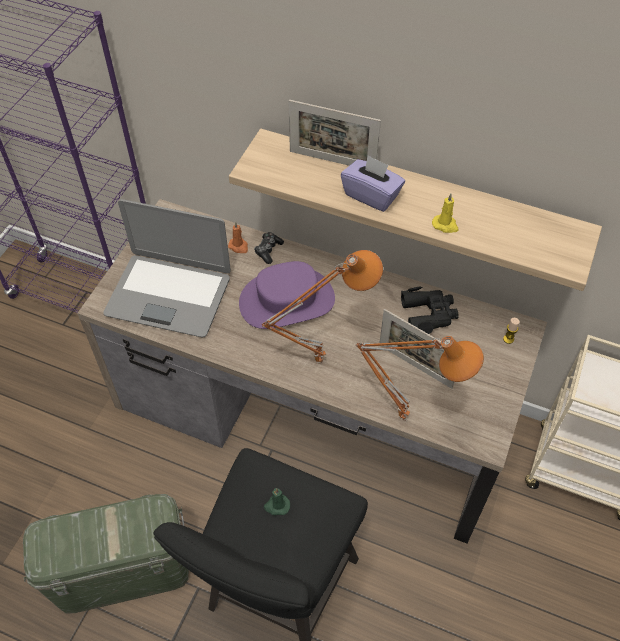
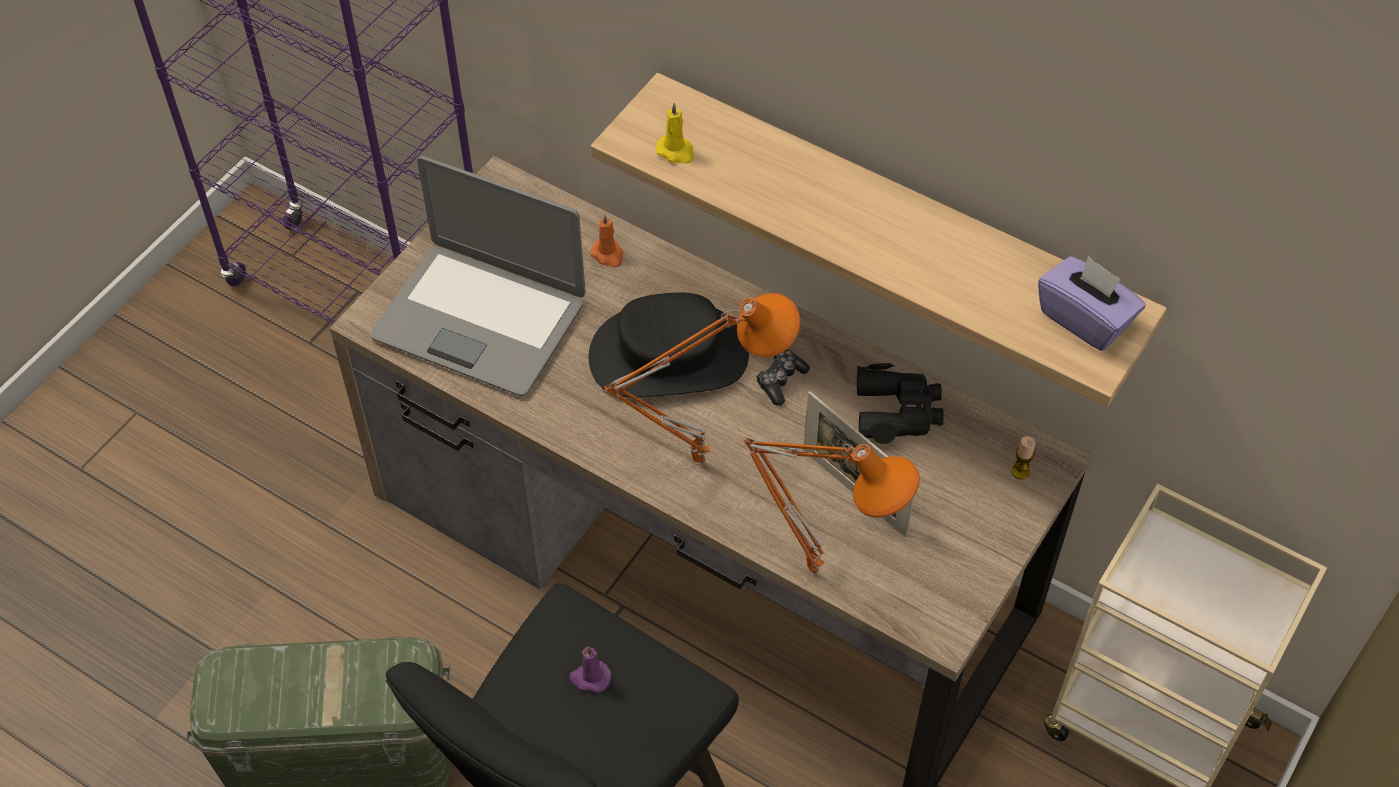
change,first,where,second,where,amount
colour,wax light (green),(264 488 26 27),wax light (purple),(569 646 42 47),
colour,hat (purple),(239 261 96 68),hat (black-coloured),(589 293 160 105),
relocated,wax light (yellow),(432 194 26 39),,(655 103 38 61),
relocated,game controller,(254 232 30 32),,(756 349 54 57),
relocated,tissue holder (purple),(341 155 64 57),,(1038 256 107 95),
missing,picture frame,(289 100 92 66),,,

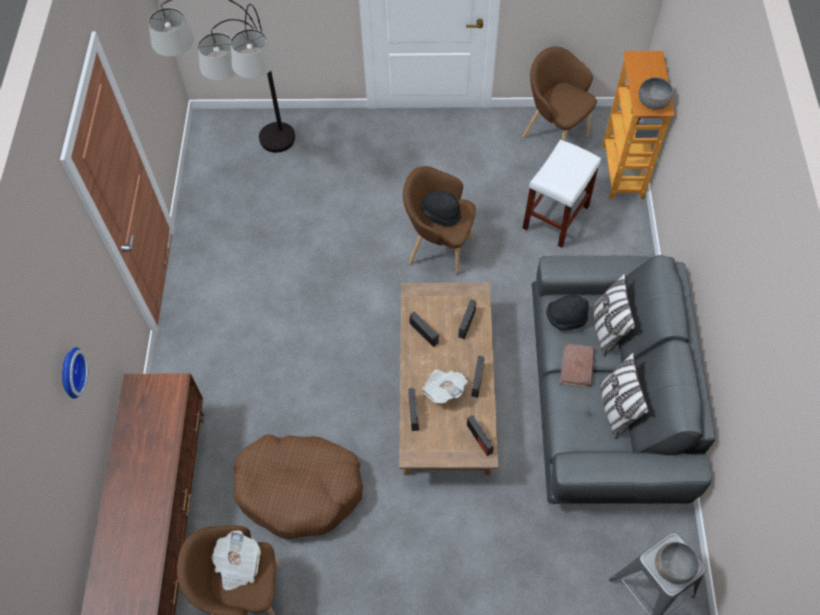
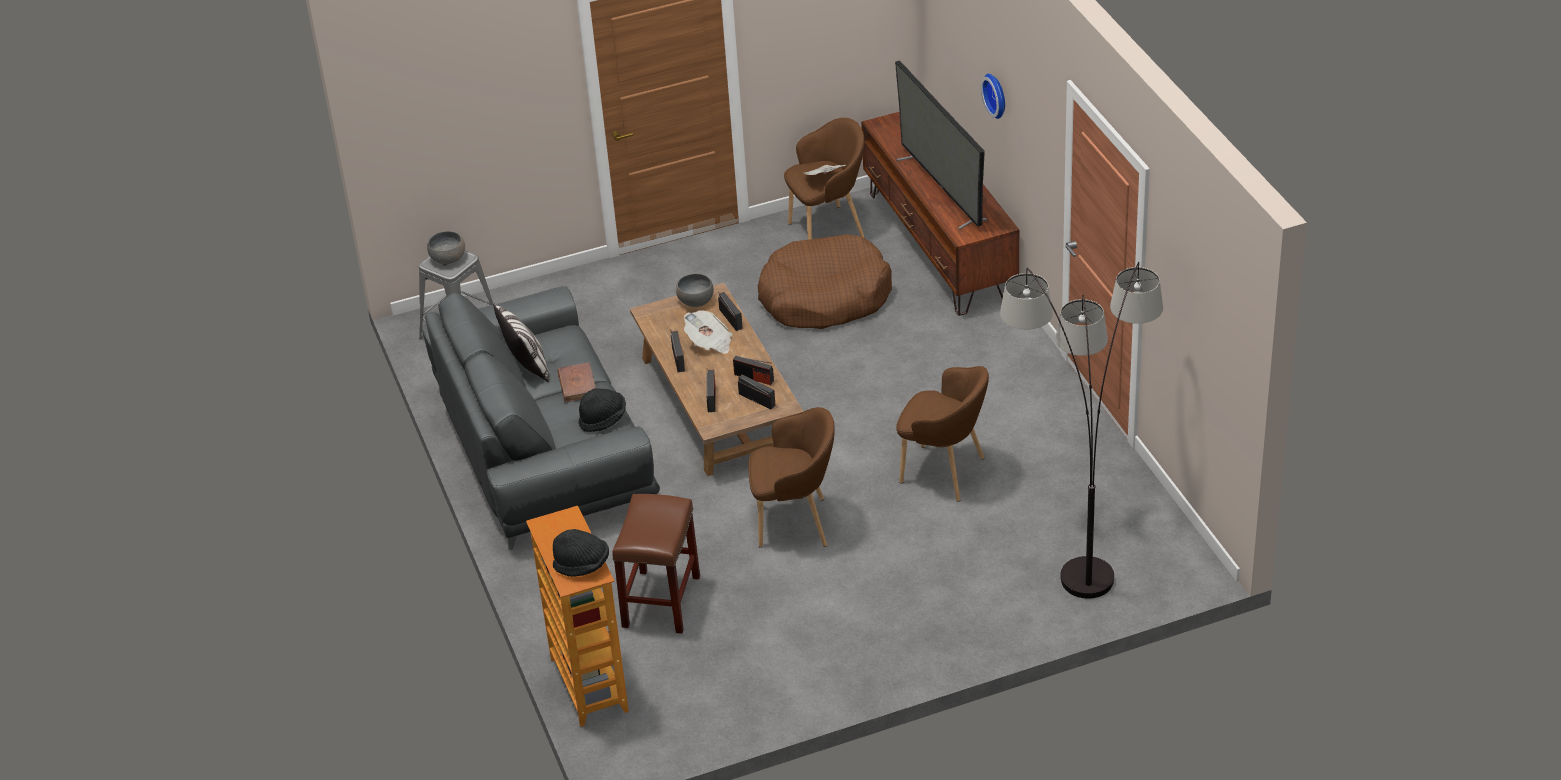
change,first,where,second,where,amount
relocated,hat (black-coloured),(421 192 40 34),,(553 529 56 48),
colour,stool seat (white-coloured),(522 140 79 108),stool seat (brownish),(612 494 88 140),
relocated,serving bowl (grey),(639 77 34 33),,(676 273 38 34),
relocated,radio set,(467 415 27 41),,(738 375 37 35),
appeared,,,TV,(895 61 93 169),
relocated,armchair (brownish),(522 46 75 95),,(896 366 93 136),
missing,cushion,(593 273 42 83),,,

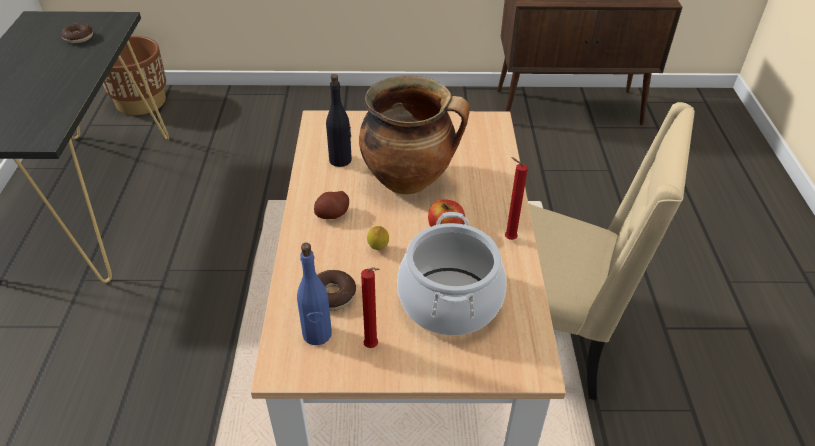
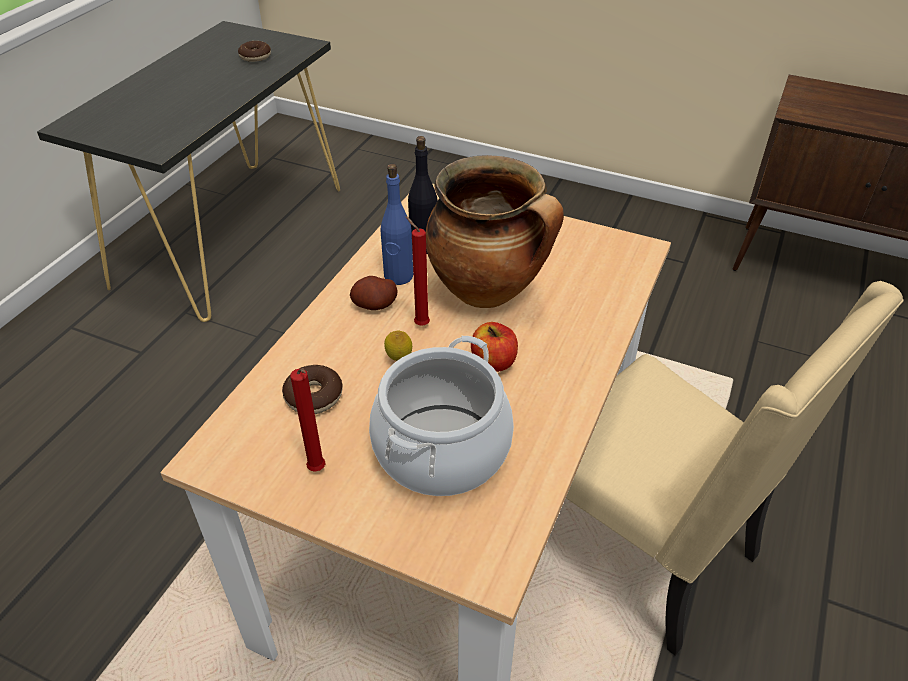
change,first,where,second,where,amount
relocated,bottle (bluish),(297 243 35 102),,(381 164 32 121),
relocated,wax light (red),(505 157 23 83),,(406 216 24 110),
missing,flower pot (brownish),(103 36 63 79),,,

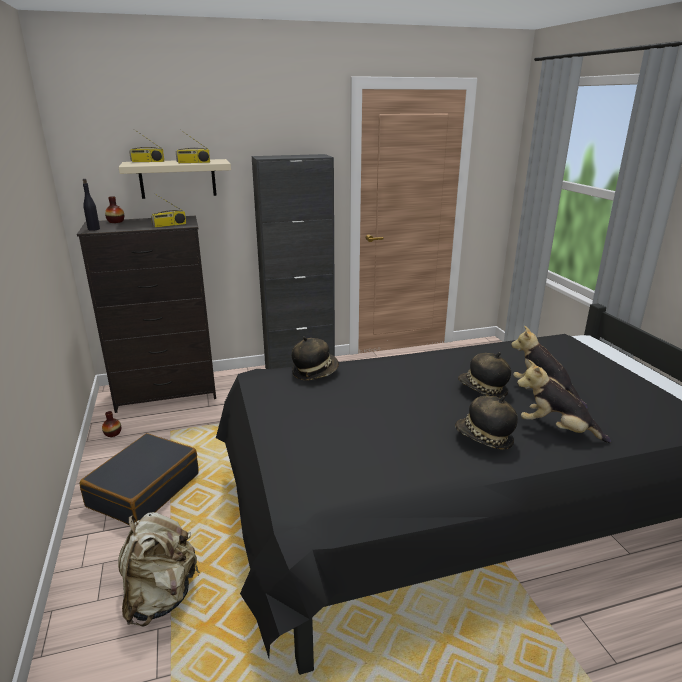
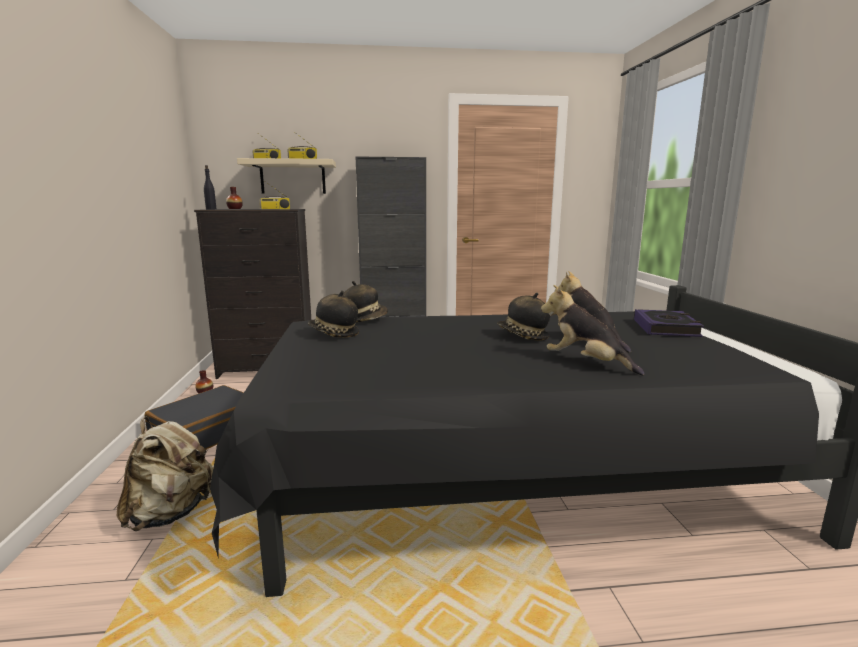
change,first,where,second,where,amount
relocated,hat,(455 396 63 54),,(308 291 51 47),
appeared,,,book,(634 309 70 28),

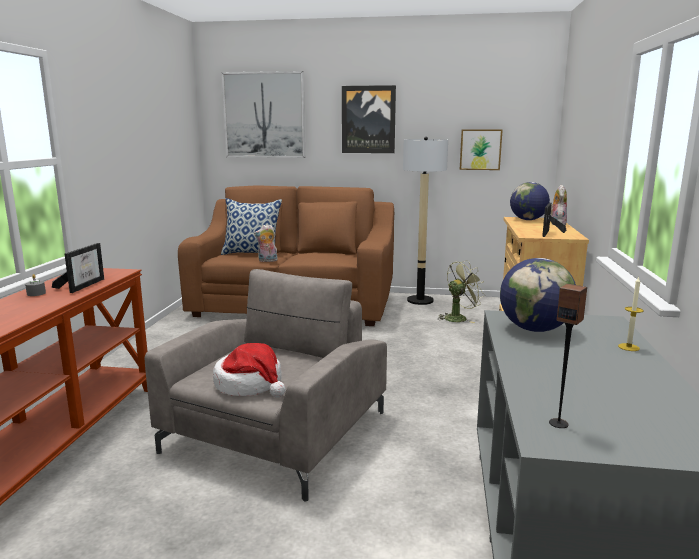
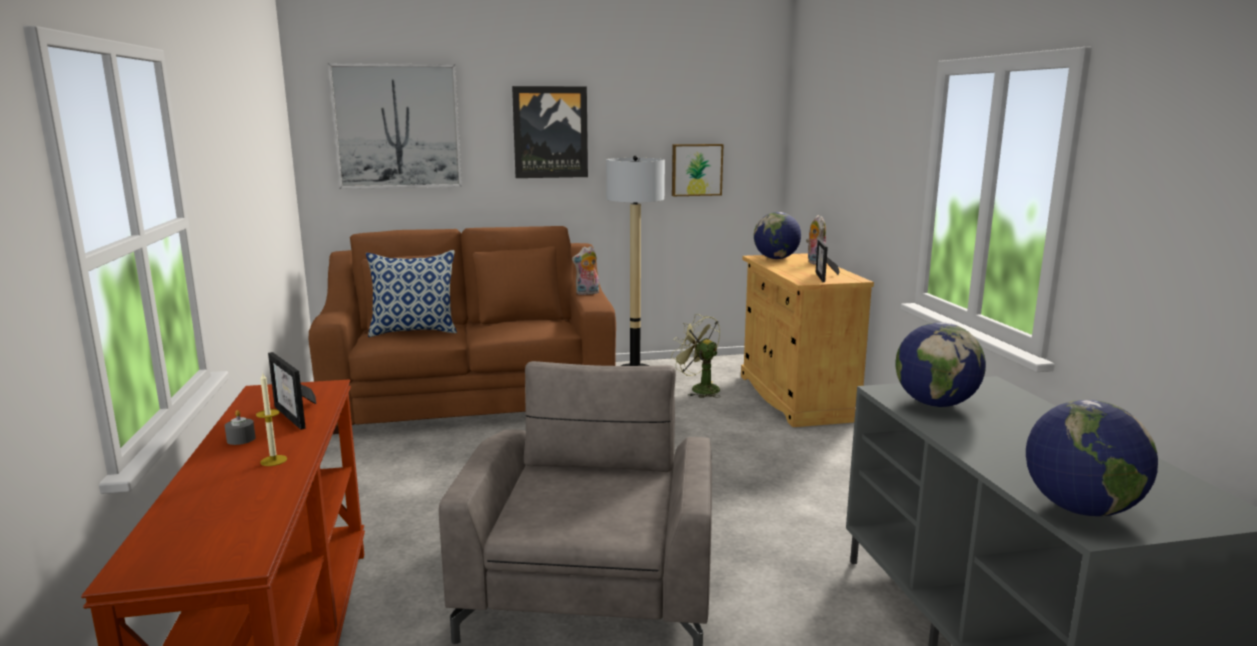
change,first,where,second,where,amount
relocated,wax light,(618 277 26 74),,(256 372 31 94),
spun,picture frame,(52 243 52 50),,(268 352 48 78),150 degrees clockwise
relocated,plush toy,(254 225 24 37),,(572 246 27 49),
spun,cooling fan (green),(437 260 49 63),,(671 314 50 84),90 degrees counterclockwise
exchanged,audio speaker,(549 284 38 144),world globe,(1026 400 132 116),
missing,hat,(213 343 73 55),,,

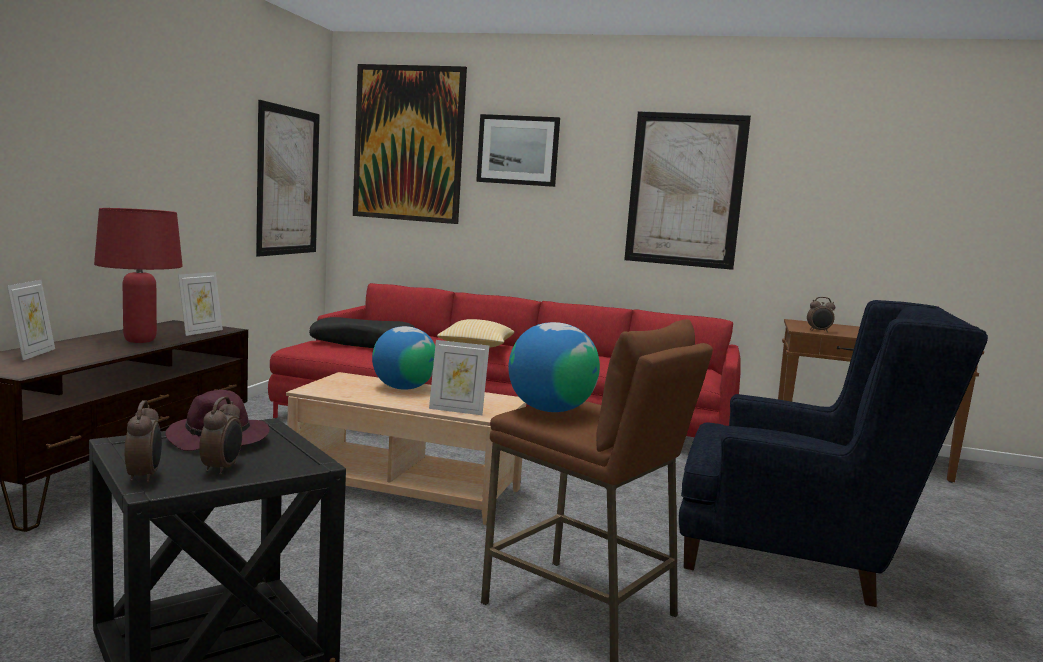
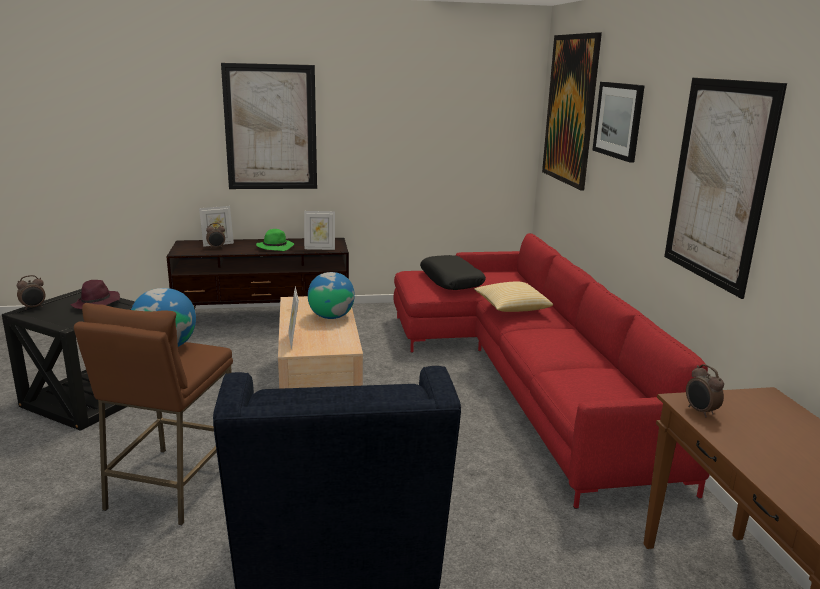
change,first,where,second,where,amount
relocated,alarm clock,(199 397 43 78),,(206 223 19 26),
relocated,wall picture,(256 100 64 157),,(221 63 96 126),
exchanged,table lamp (red),(94 208 89 135),hat (green),(256 229 38 22),

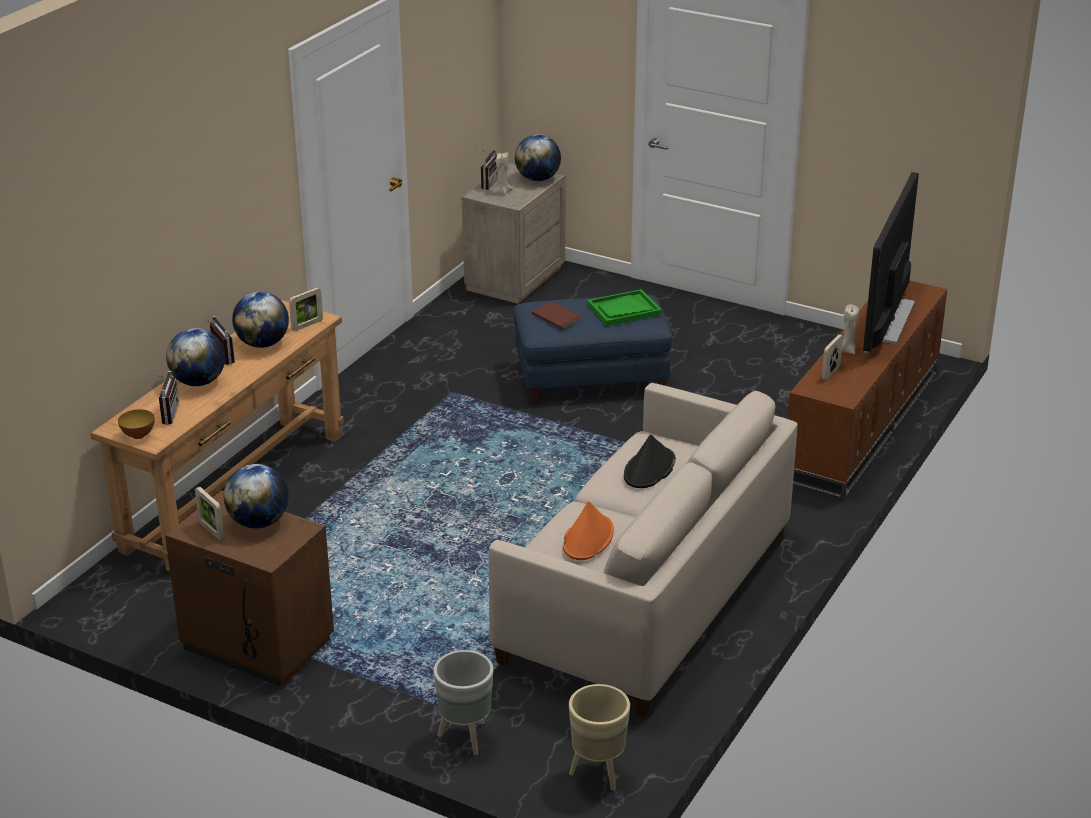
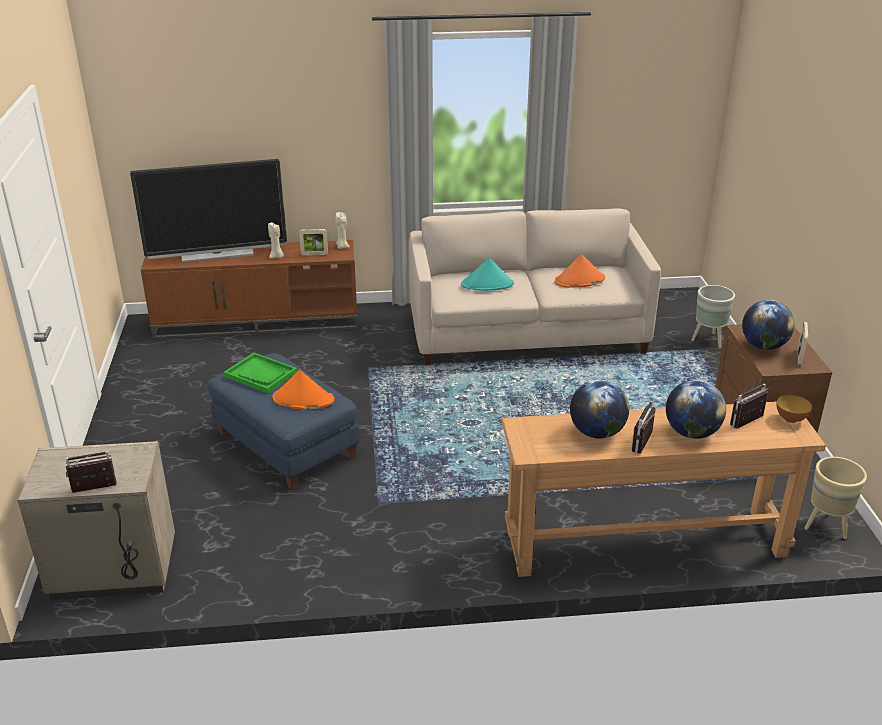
change,first,where,second,where,amount
exchanged,book (brownish),(532 302 50 28),hat (orange),(272 370 62 40),
relocated,wax light (beige-coloured),(493 152 20 43),,(335 212 15 37),
colour,hat (black-coloured),(624 434 52 54),hat (turquoise),(461 257 53 34),
relocated,flower pot (beige-coloured),(569 684 61 107),,(805 457 62 82),
missing,picture frame,(289 287 34 44),,,
missing,world globe,(515 134 46 47),,,

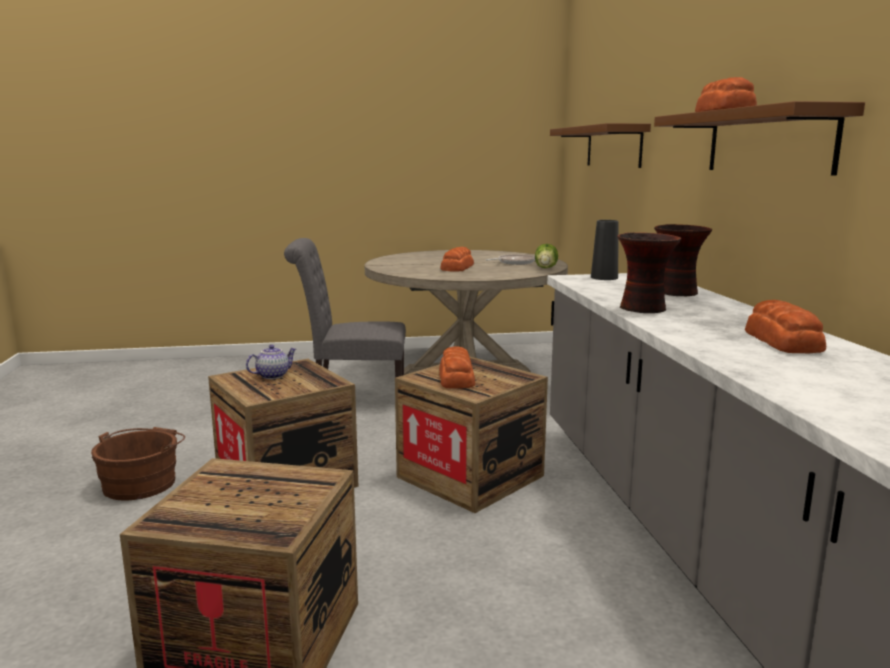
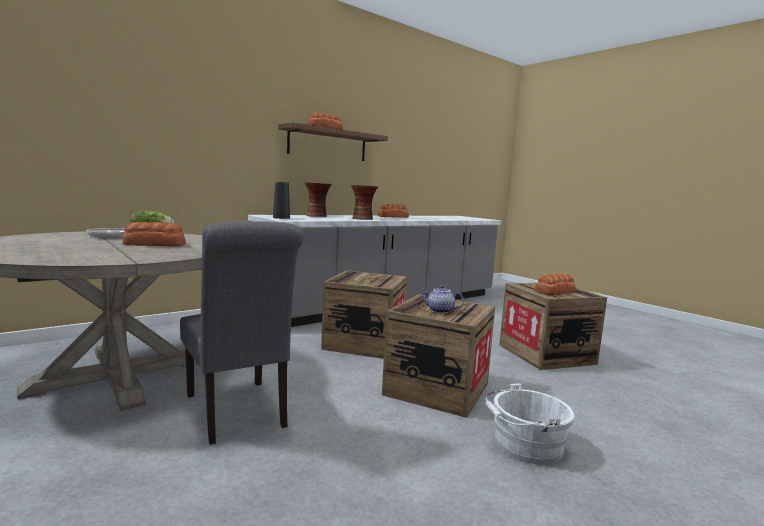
change,first,where,second,where,amount
colour,pail (brownish),(91 427 94 74),pail (white-coloured),(486 383 89 82),
relocated,bread,(439 346 36 43),,(534 274 42 21),
missing,wall shelf (brownish),(550 123 101 45),,,

